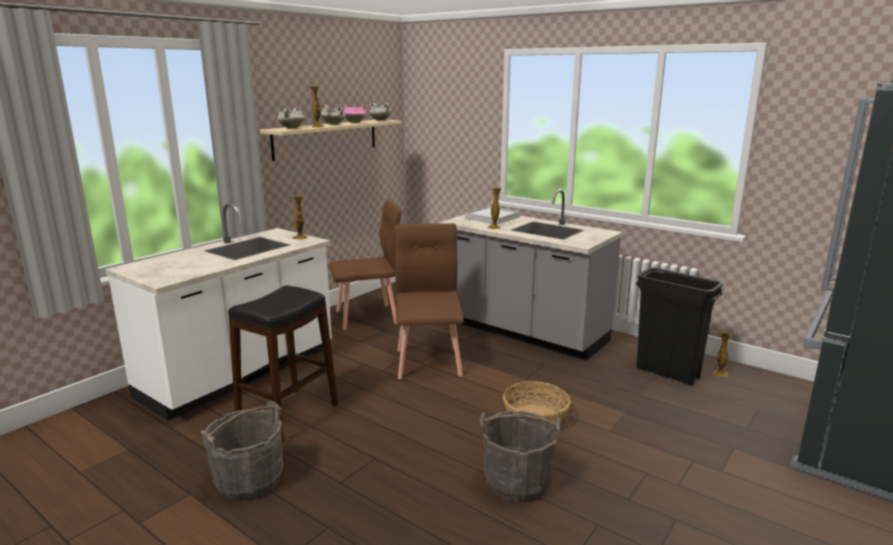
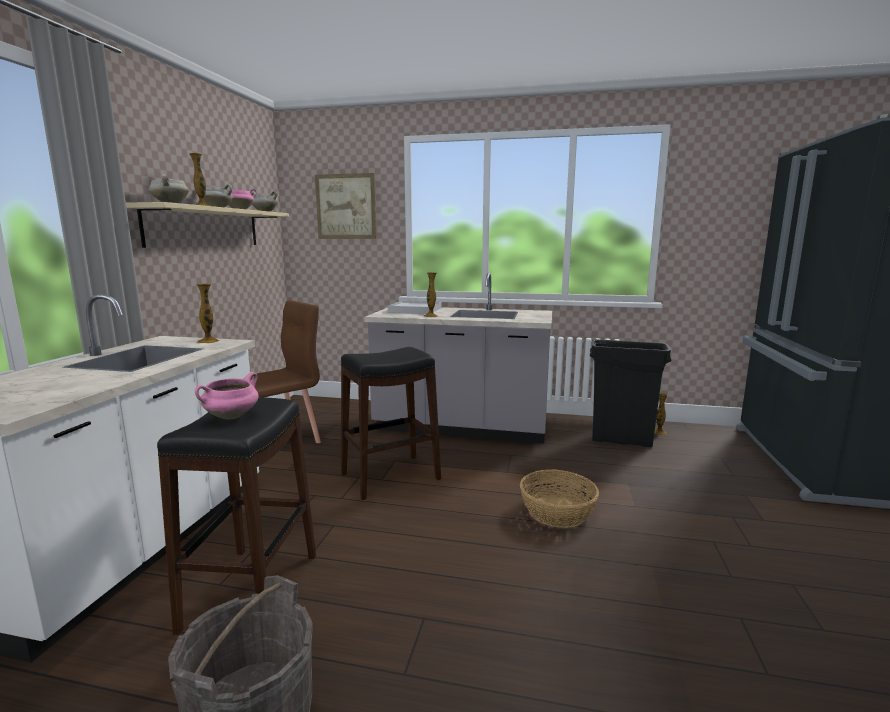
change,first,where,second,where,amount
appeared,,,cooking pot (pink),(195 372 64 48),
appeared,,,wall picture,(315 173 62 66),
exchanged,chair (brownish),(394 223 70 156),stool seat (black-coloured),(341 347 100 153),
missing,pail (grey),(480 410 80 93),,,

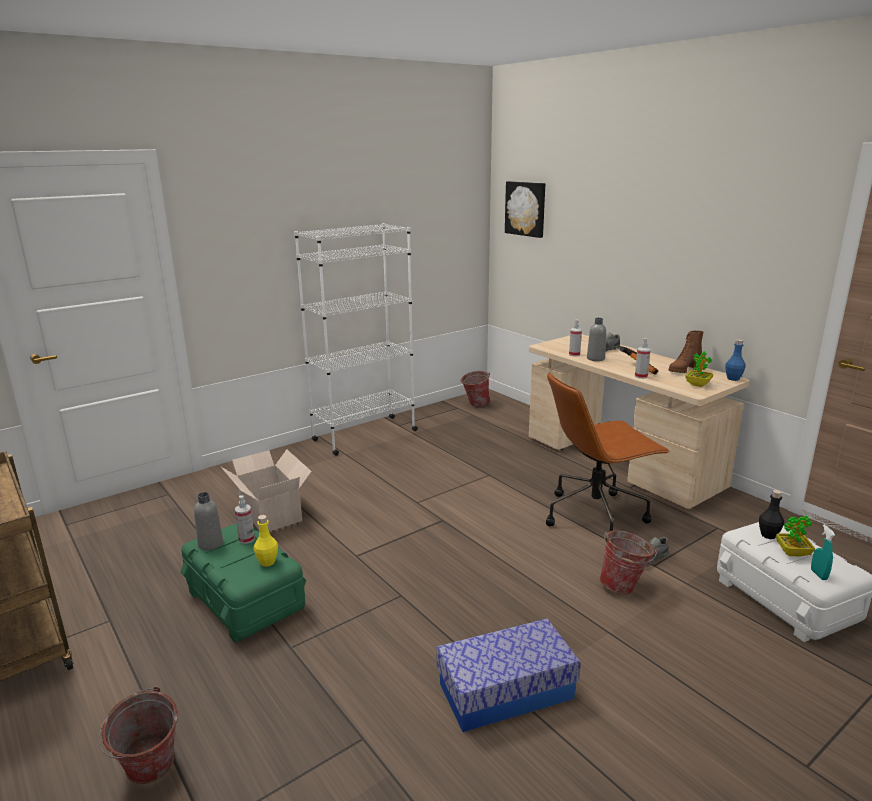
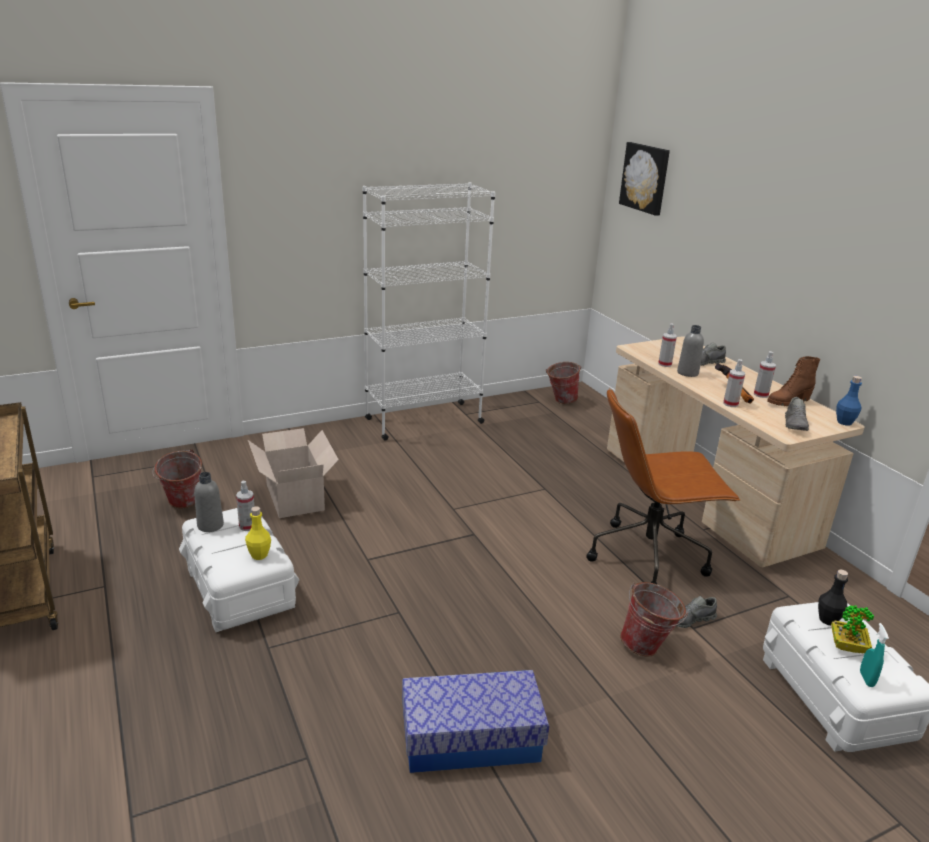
change,first,where,second,where,amount
relocated,pail,(98 687 80 97),,(152 449 50 59),
colour,storage bin (green),(180 523 126 120),storage bin (white-coloured),(179 506 120 126),
appeared,,,sprayer,(754 351 22 47),
exchanged,houseplant,(685 351 28 36),shoe (grey),(785 397 24 34),

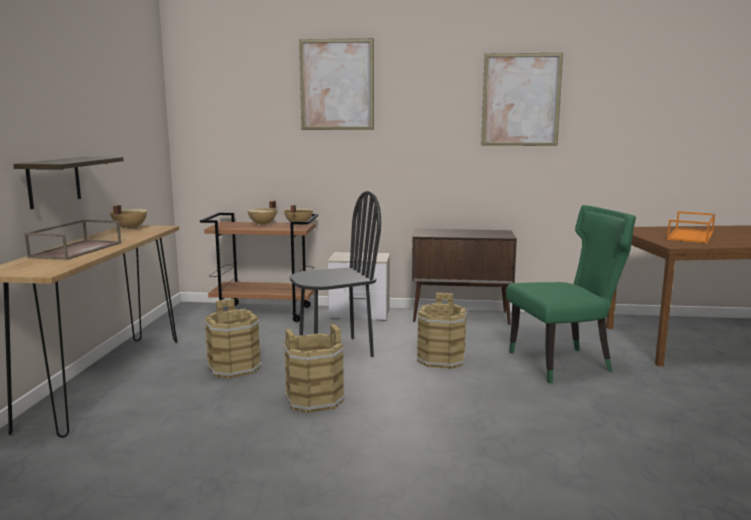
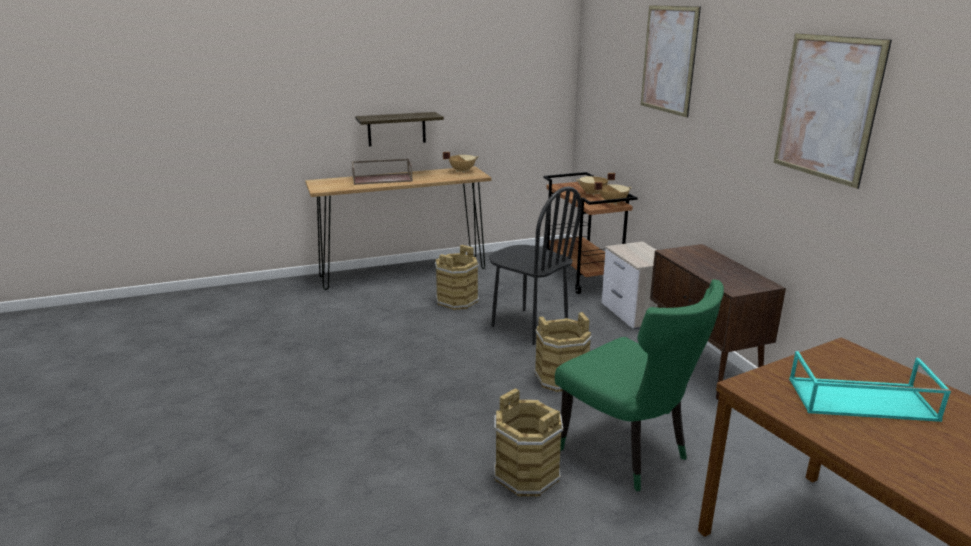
change,first,where,second,where,amount
relocated,pail (brownish),(283 324 62 89),,(494 388 69 109),
colour,carrying tray (orange),(667 211 48 32),carrying tray (turquoise),(789 351 162 71),

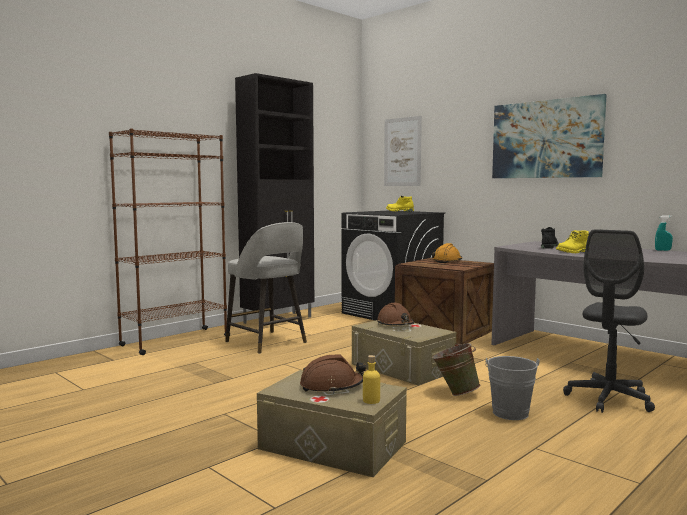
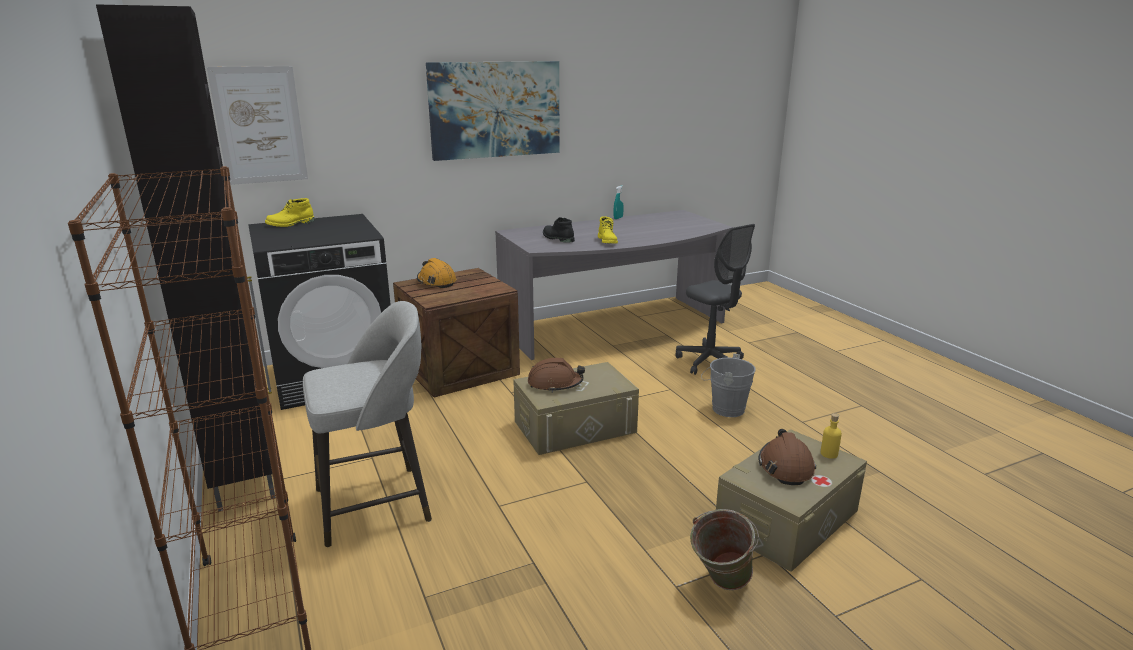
change,first,where,second,where,amount
relocated,pail (green),(432 343 48 53),,(690 509 69 81),

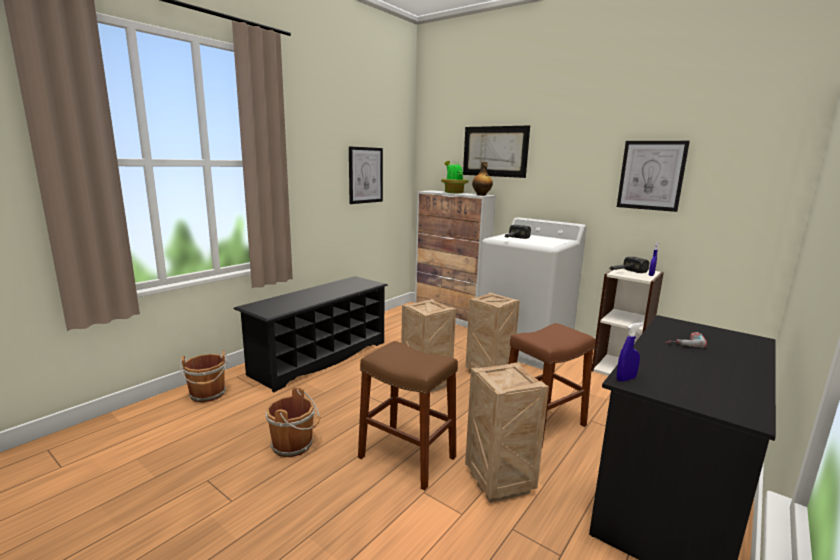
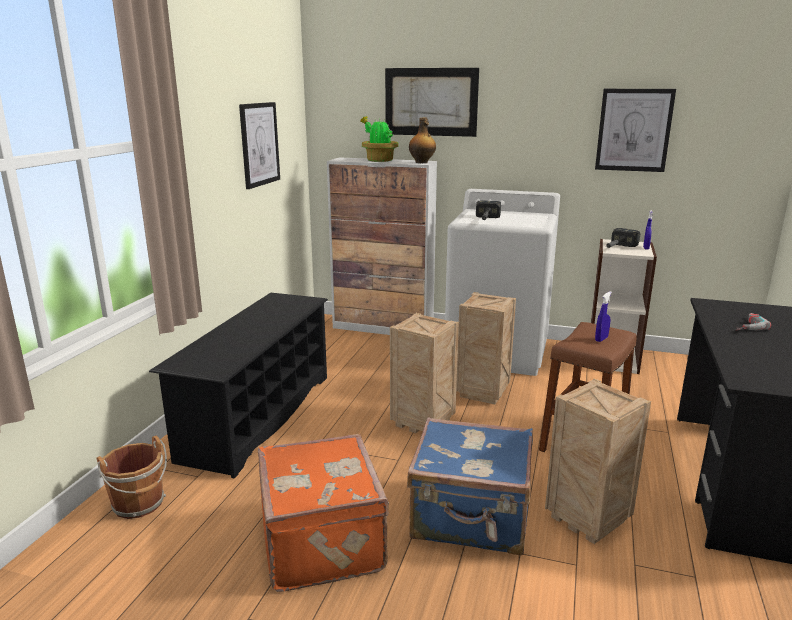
change,first,where,second,where,amount
exchanged,pail (brownish),(266 387 54 70),travel case (orange),(258 434 131 158),
exchanged,stool seat (brownish),(358 341 100 149),travel case (bluish),(407 417 126 138),
relocated,sprayer (bluish),(617 322 26 60),,(595 291 17 51),

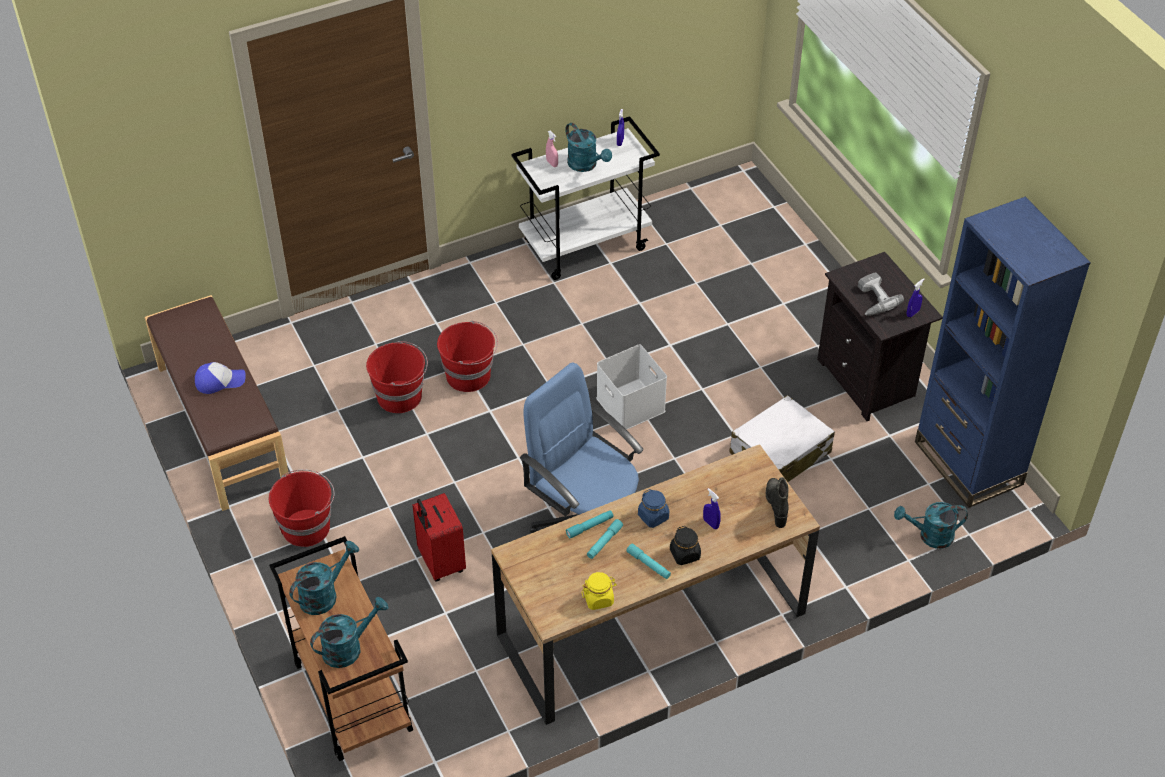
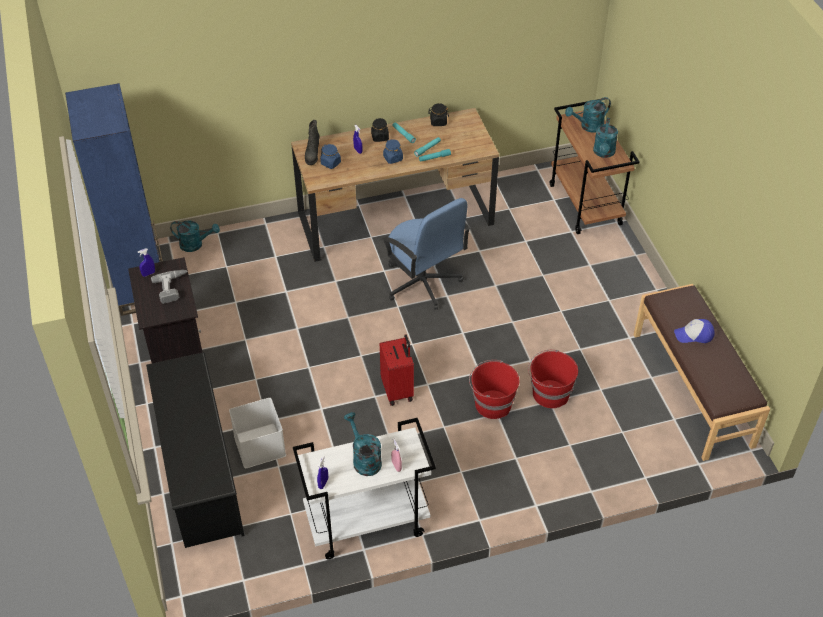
change,first,where,second,where,amount
appeared,,,shoe stand (black-coloured),(146 352 98 196),
relocated,storage bin (white-coloured),(596 344 71 86),,(229 398 57 70),
appeared,,,preserve jar (bluish),(320 144 21 25),
relocated,travel case (red),(412 493 54 89),,(380 334 34 72),
colour,preserve jar (yellow),(582 572 35 38),preserve jar (black-coloured),(428 103 21 23),
spun,watering pot (turquoise),(289 541 70 74),,(593 118 25 40),45 degrees counterclockwise
missing,pail (red),(269 470 65 77),,,
missing,travel case (white-coloured),(729 395 106 87),,,

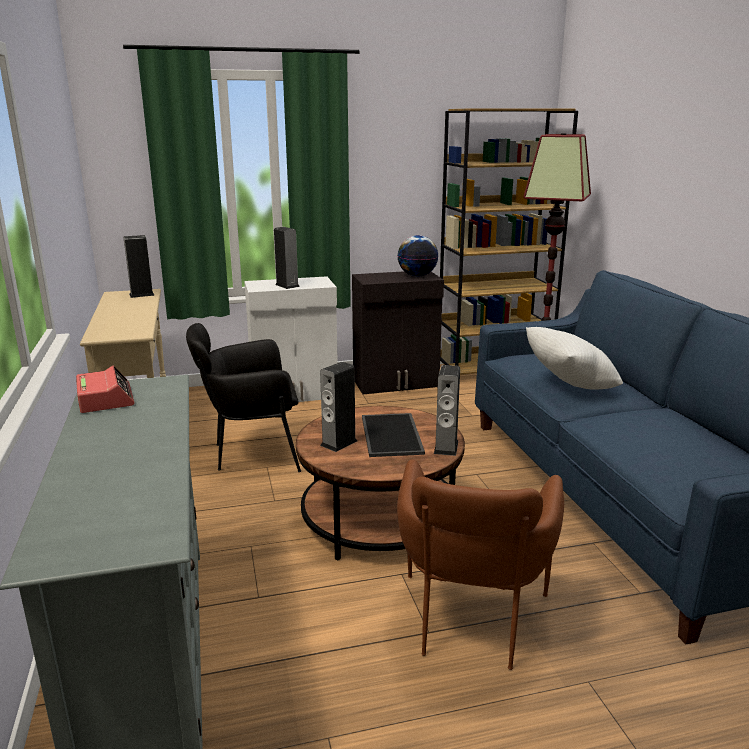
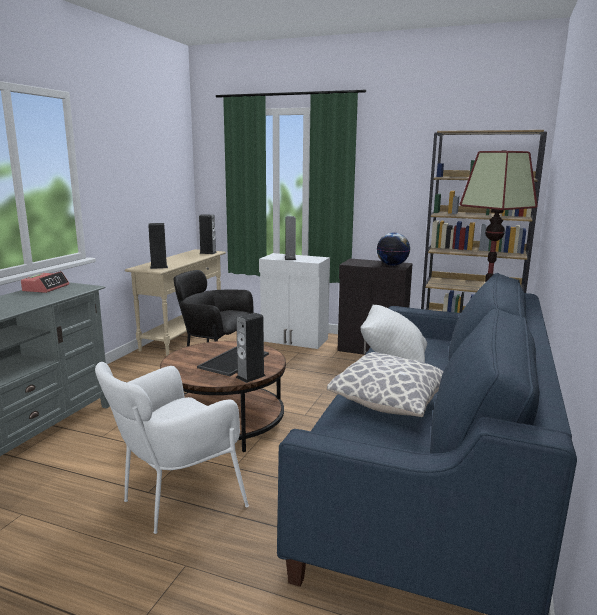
change,first,where,second,where,amount
colour,armchair (brownish),(397 460 167 210),armchair (white-coloured),(95 362 154 172),
relocated,audio speaker,(320 362 37 90),,(148 223 20 46),
appeared,,,cushion,(327 352 117 65),

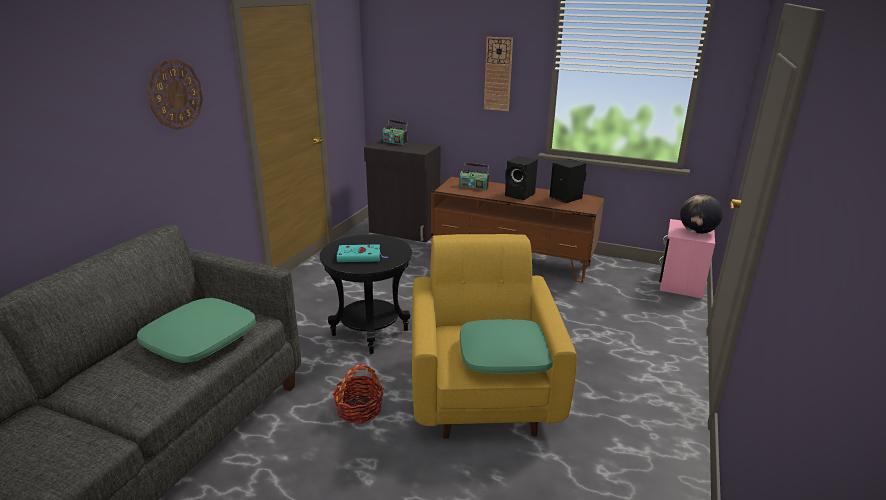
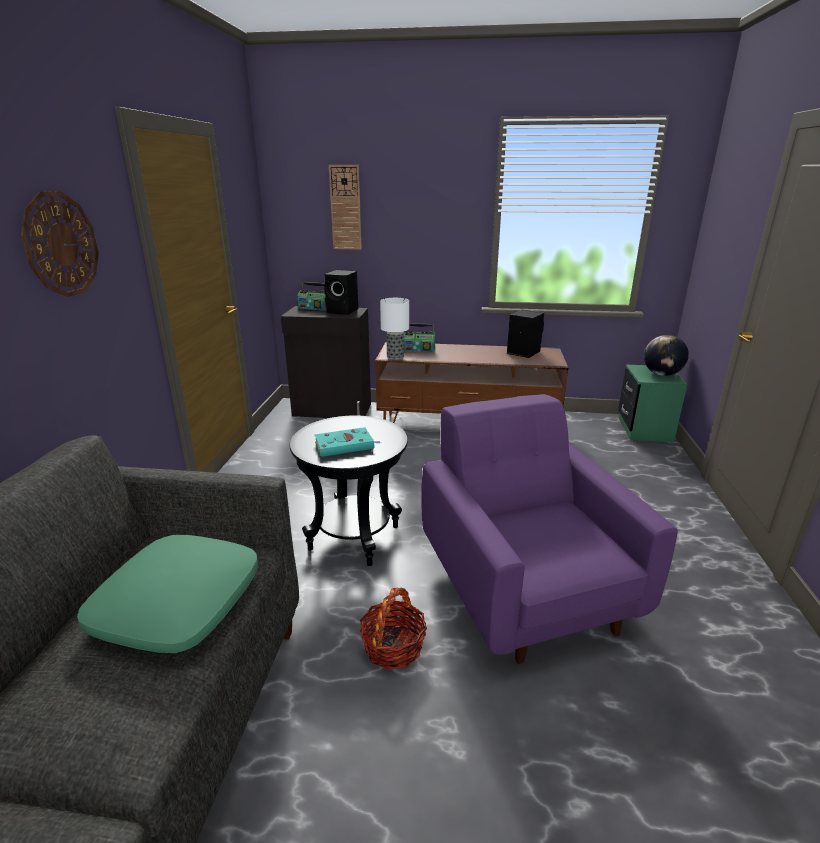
change,first,where,second,where,amount
relocated,audio speaker (black-coloured),(505 156 33 44),,(324 270 34 45),
relocated,clock on the wall,(484 37 29 74),,(329 165 33 85),
appeared,,,table lamp,(380 298 29 61),
colour,armchair (yellow),(412 234 165 205),armchair (purple),(421 394 257 270),
colour,nightstand (pink),(659 219 56 79),nightstand (green),(618 364 69 78),
missing,cushion (green),(460 319 93 55),,,

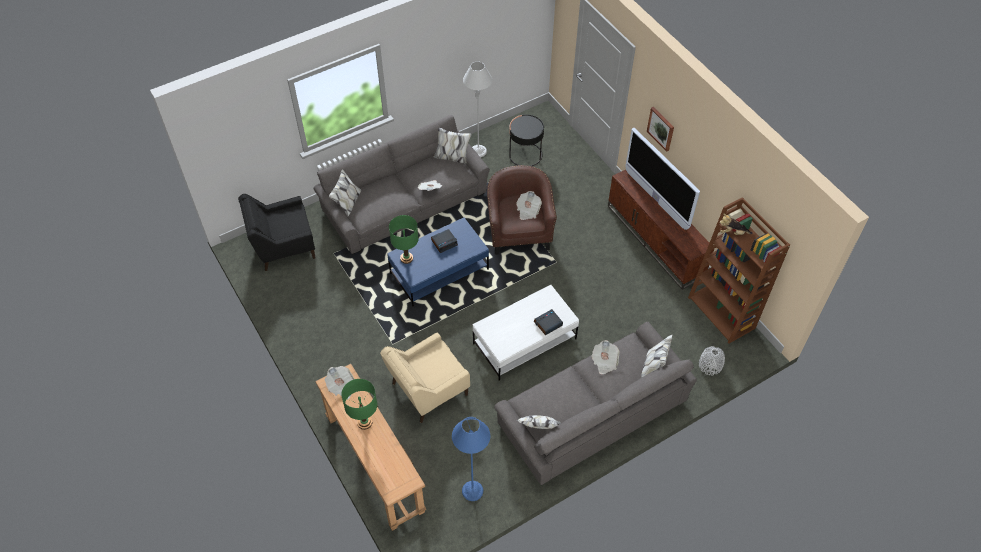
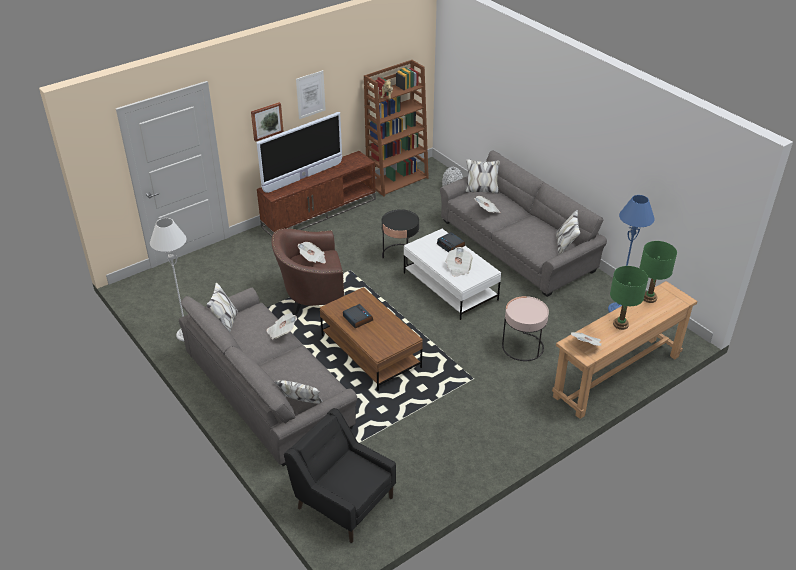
change,first,where,second,where,amount
spun,armchair (black-coloured),(238 194 78 77),,(284 408 112 135),150 degrees clockwise
appeared,,,wall picture,(296 70 30 49),
colour,lounge table (bluish),(387 218 102 88),lounge table (brownish),(320 287 103 104),
relocated,end table (black-coloured),(509 114 35 52),,(382 209 37 56),
appeared,,,newspaper,(445 247 28 30),
exchanged,armchair (beige-coloured),(380 333 90 90),end table (pink),(502 296 47 65),
relocated,table lamp (green),(389 215 30 49),,(640 241 37 62),

